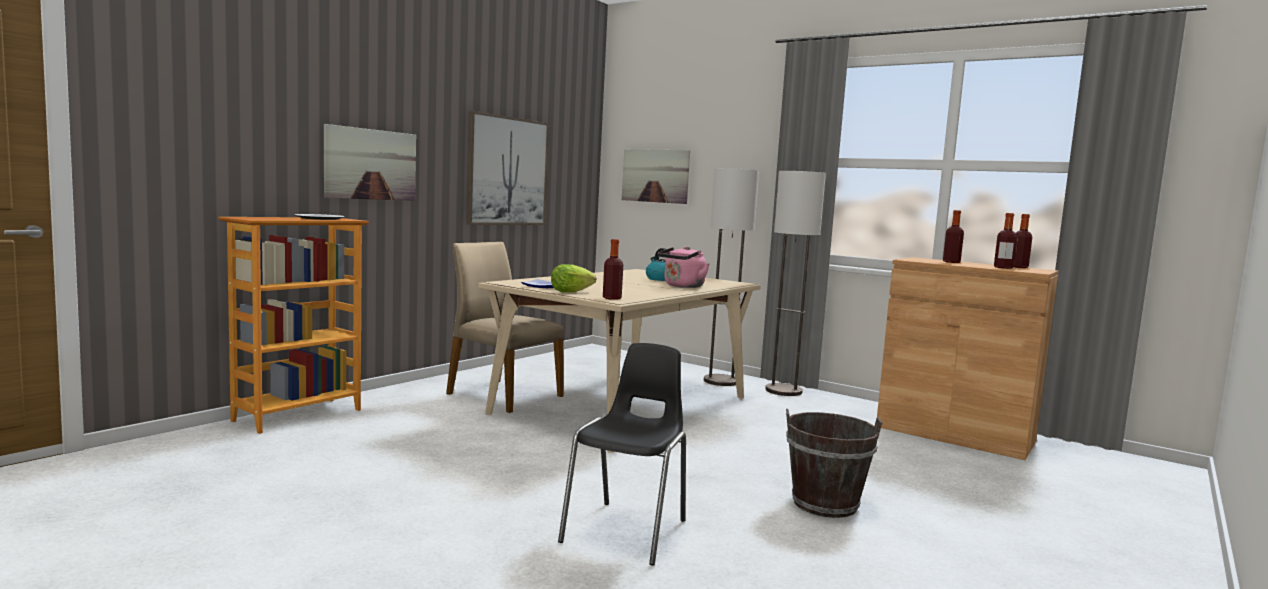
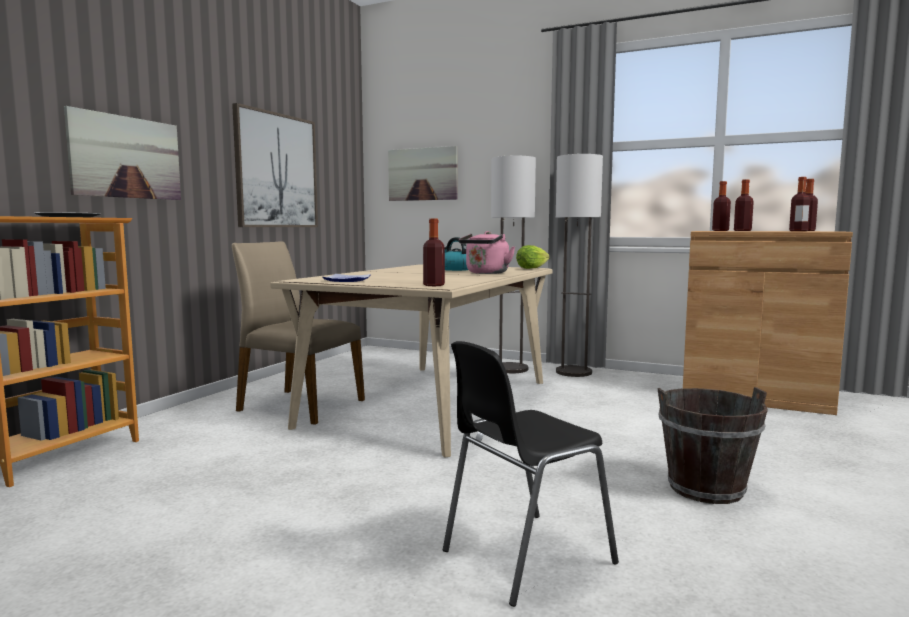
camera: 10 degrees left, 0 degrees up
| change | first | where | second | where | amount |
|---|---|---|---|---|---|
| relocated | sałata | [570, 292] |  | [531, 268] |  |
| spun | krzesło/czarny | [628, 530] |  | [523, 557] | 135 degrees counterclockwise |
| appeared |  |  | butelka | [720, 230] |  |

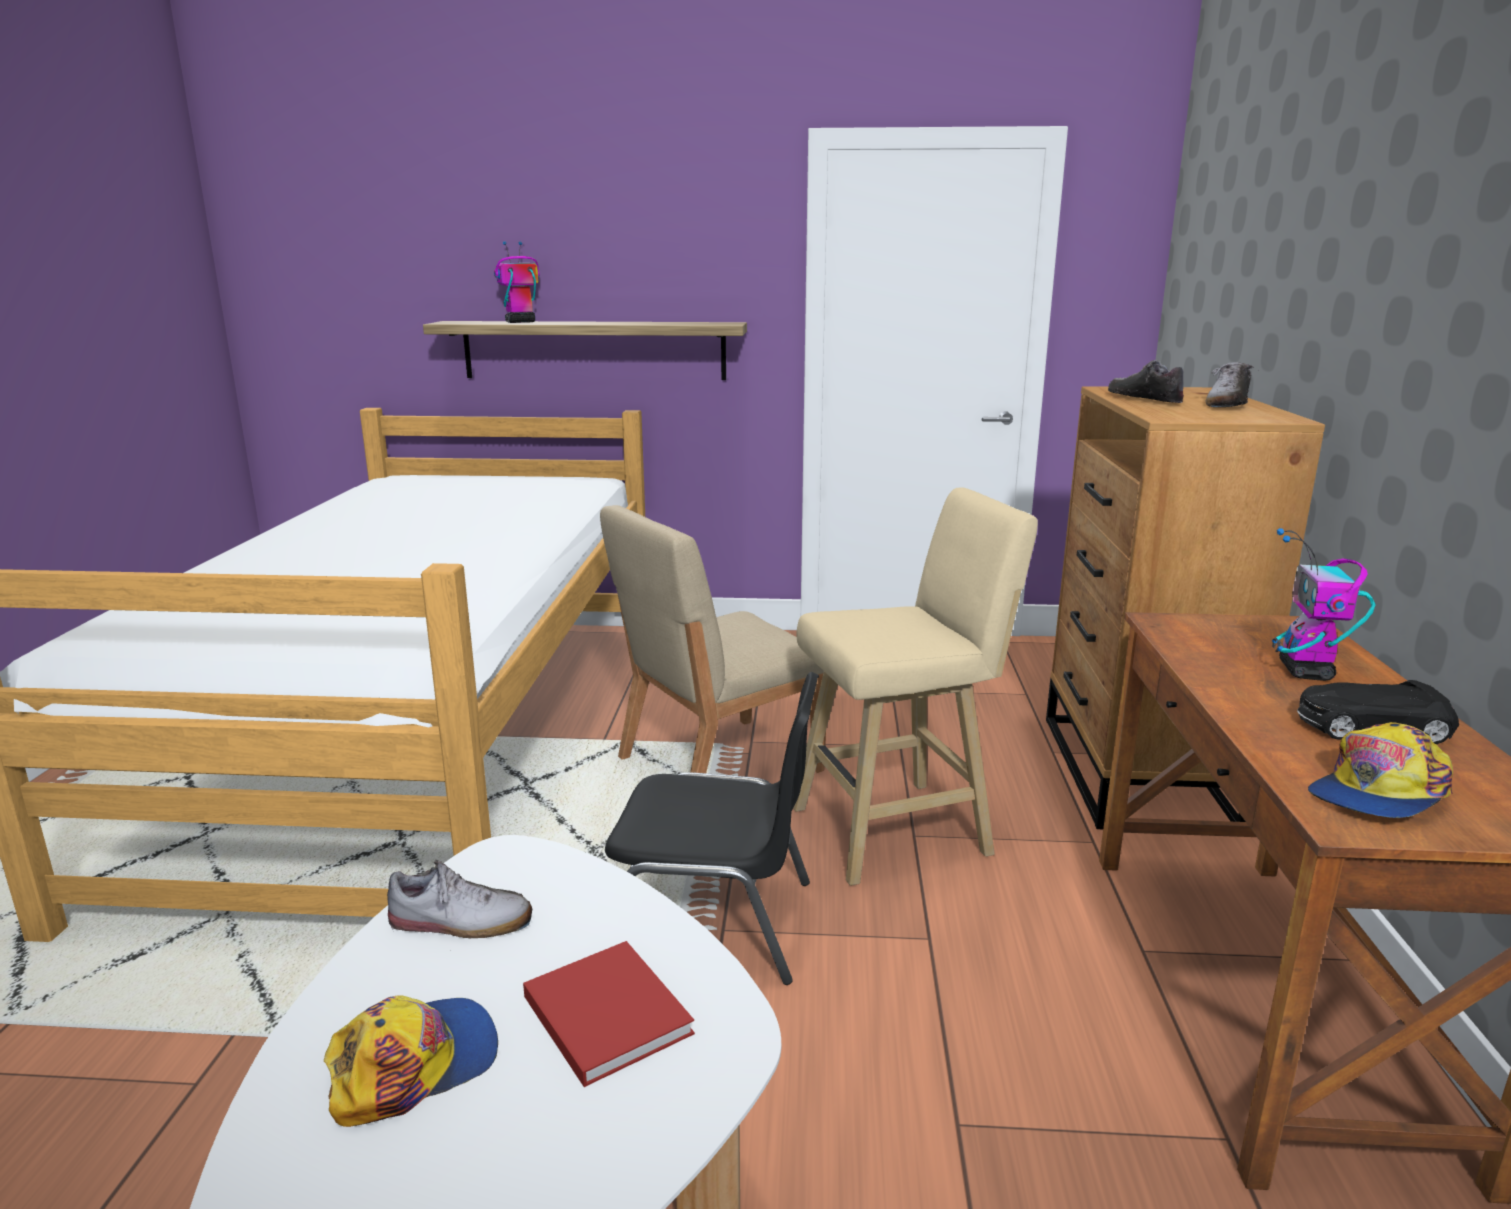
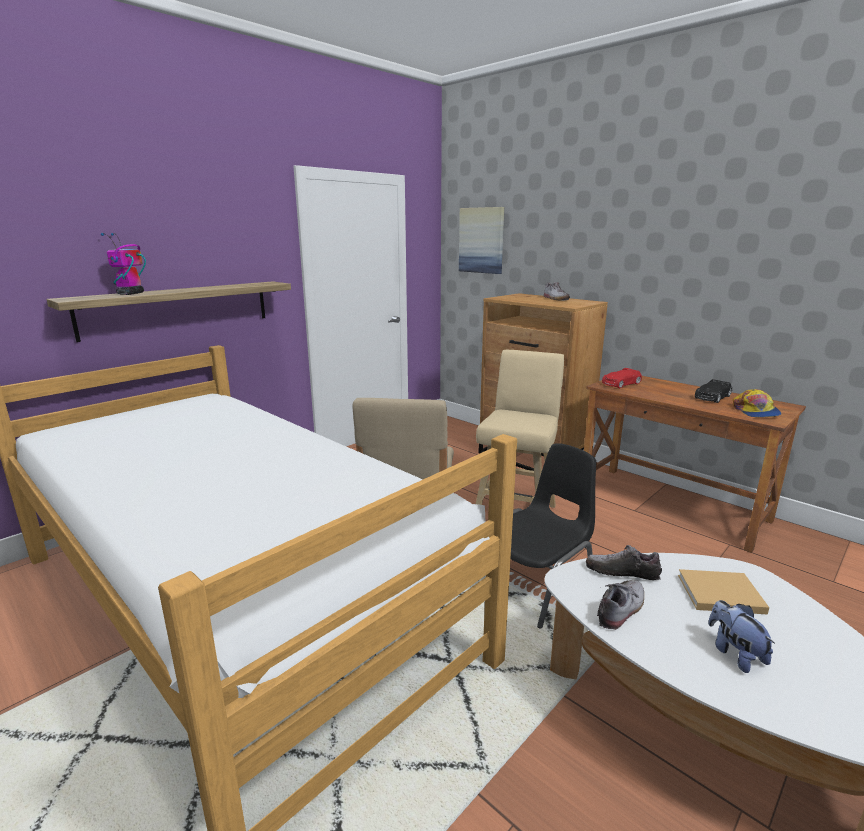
camera: 50 degrees left, 0 degrees up
| change | first | where | second | where | amount |
|---|---|---|---|---|---|
| exchanged | czapka z daszkiem | [414, 1064] | pluszak | [734, 653] |  |
| colour | książka/czerwony | [605, 1011] | książka/beżowy | [717, 593] |  |
| relocated | but | [1144, 399] |  | [621, 572] |  |
| missing | robot zabawkowy | [1306, 672] |  |  |  |
| appeared |  |  | obraz | [481, 240] |  |
| appeared |  |  | samochodzik/czerwony | [621, 384] |  |

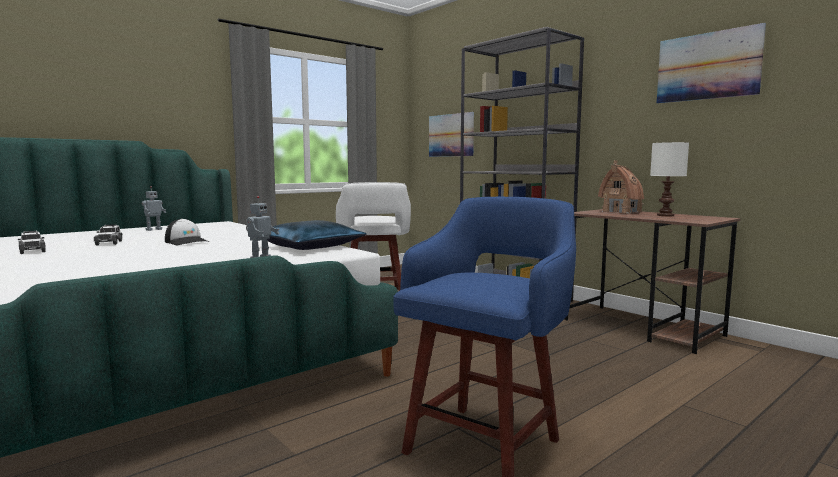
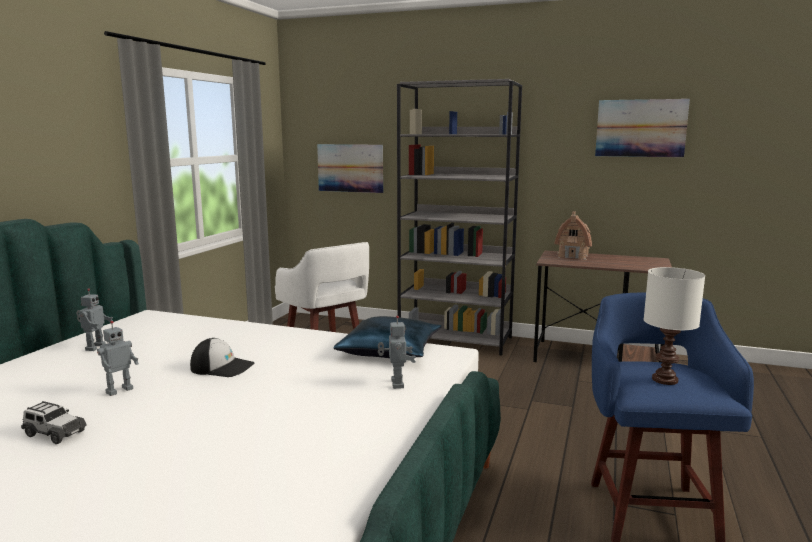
camera: 30 degrees left, 5 degrees up
| change | first | where | second | where | amount |
|---|---|---|---|---|---|
| exchanged | samochodzik | [109, 243] | robot zabawkowy | [119, 390] |  |
| relocated | lampa stołowa/biały | [664, 215] |  | [664, 380] |  |

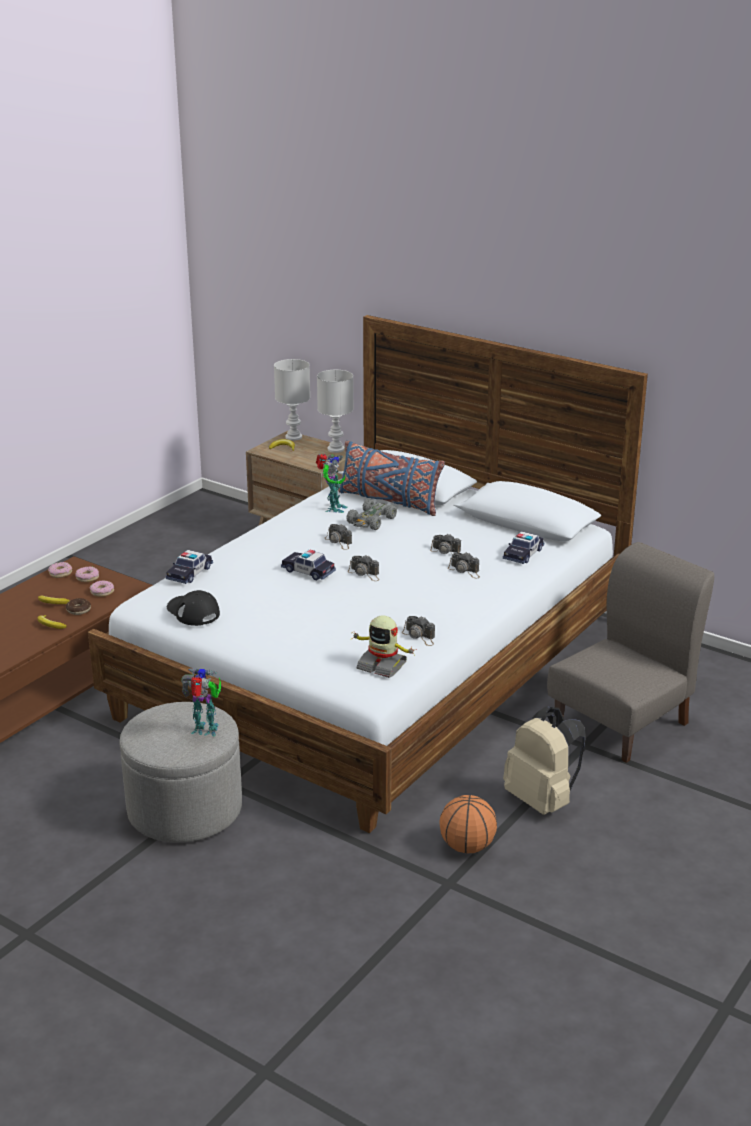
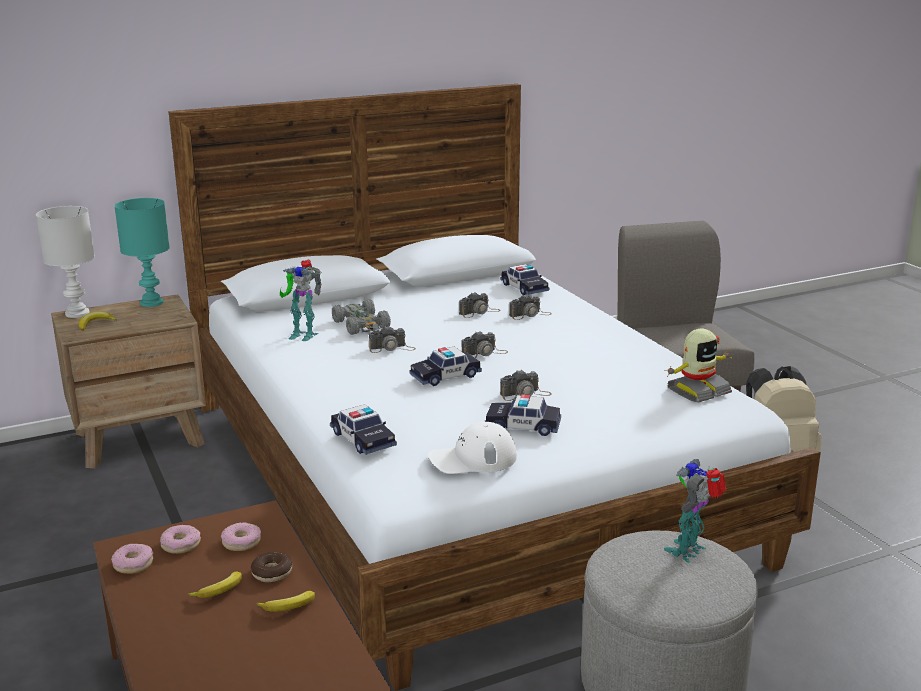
camera: 60 degrees left, 5 degrees down
| change | first | where | second | where | amount |
|---|---|---|---|---|---|
| colour | czapka z daszkiem/czarny | [193, 612] | czapka z daszkiem/biały | [472, 459] |  |
| spun | robot zabawkowy | [333, 508] |  | [303, 334] | 150 degrees clockwise |
| colour | lampa stołowa/biały | [336, 449] | lampa stołowa/turkusowy | [152, 303] |  |
| missing | poduszka/niebieski | [389, 501] |  |  |  |
| relocated | aparat fotograficzny | [419, 636] |  | [525, 394] |  |
| missing | piłka do koszykówki | [467, 847] |  |  |  |
| appeared |  |  | samochodzik | [523, 426] |  |

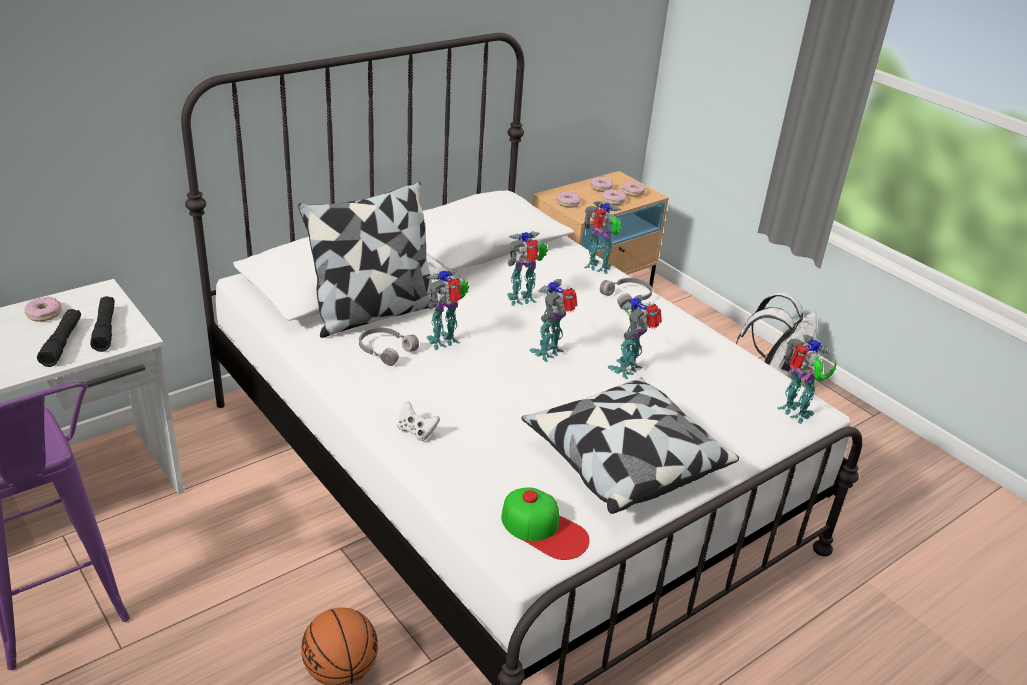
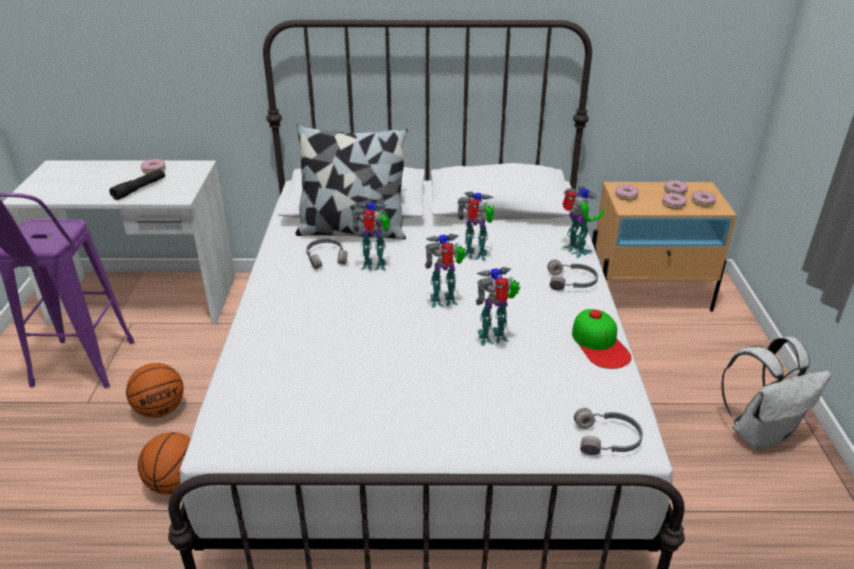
camera: 40 degrees right, 0 degrees up
| change | first | where | second | where | amount |
|---|---|---|---|---|---|
| missing | latarka/czarny | [105, 329] |  |  |  |
| missing | pad do gier/biały | [416, 432] |  |  |  |
| relocated | czapka z daszkiem | [544, 529] |  | [600, 344] |  |
| missing | poduszka | [623, 462] |  |  |  |
| exchanged | robot zabawkowy | [795, 414] | słuchawki/szary | [608, 439] |  |
| appeared |  |  | piłka do koszykówki | [160, 409] |  |

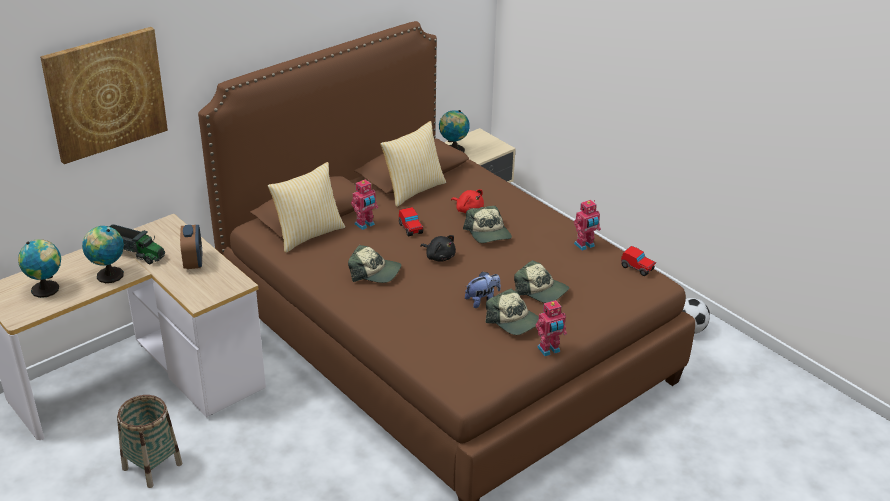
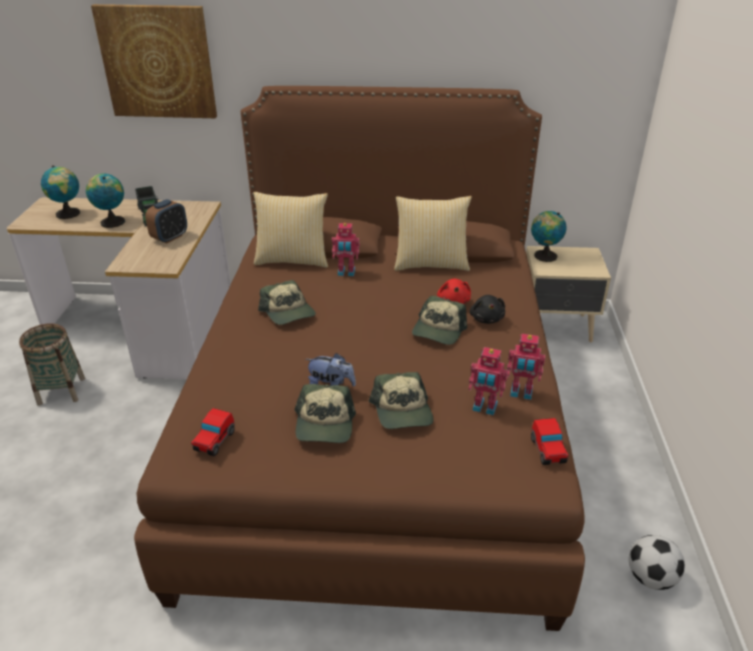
camera: 45 degrees right, 0 degrees up
| change | first | where | second | where | amount |
|---|---|---|---|---|---|
| relocated | samochodzik | [410, 229] |  | [214, 441] |  |
| relocated | pluszak/czarny | [439, 257] |  | [486, 318] |  |
| relocated | robot zabawkowy | [549, 350] |  | [484, 408] |  |

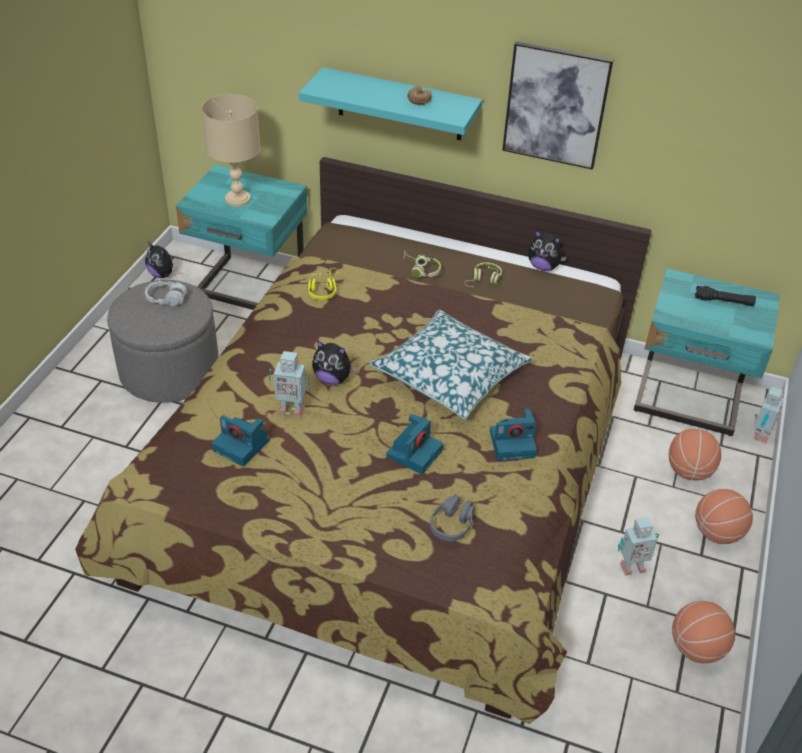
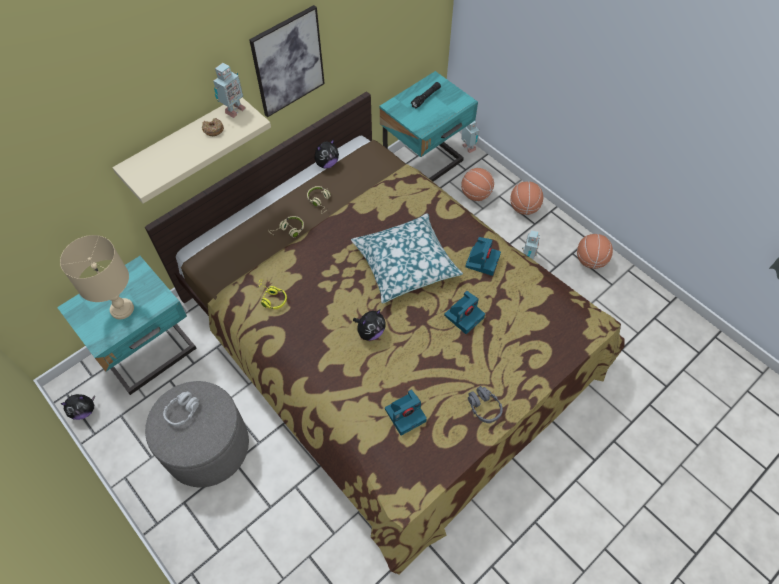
camera: 60 degrees left, 15 degrees up
| change | first | where | second | where | amount |
|---|---|---|---|---|---|
| relocated | robot zabawkowy | [291, 408] |  | [233, 110] |  |
| colour | półka/turkusowy | [400, 104] | półka/beżowy | [184, 145] |  |
| spun | aparat fotograficzny | [414, 452] |  | [464, 316] | 75 degrees clockwise |
| relocated | słuchawki/szary | [452, 525] |  | [484, 407] |  |

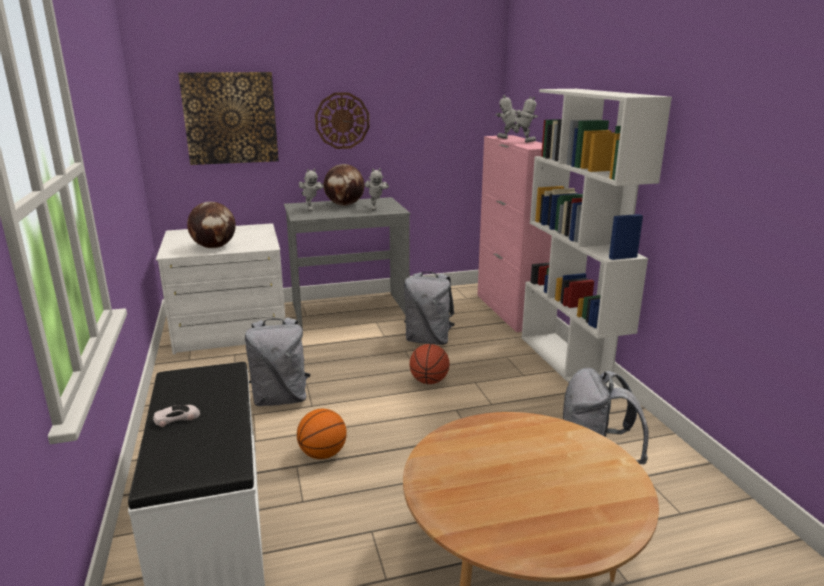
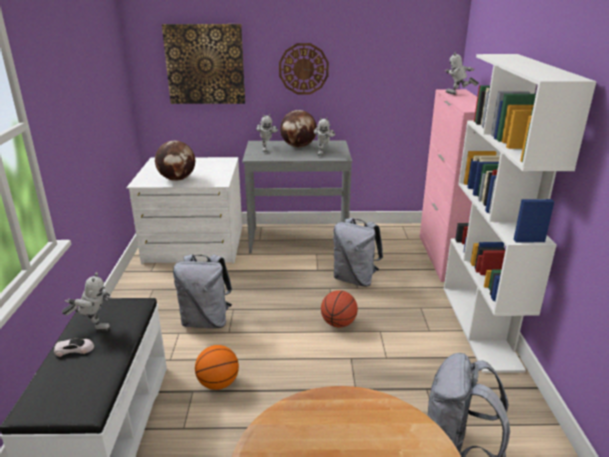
camera: 15 degrees right, 5 degrees up
| change | first | where | second | where | amount |
|---|---|---|---|---|---|
| relocated | robot zabawkowy | [521, 142] |  | [93, 327] |  |

